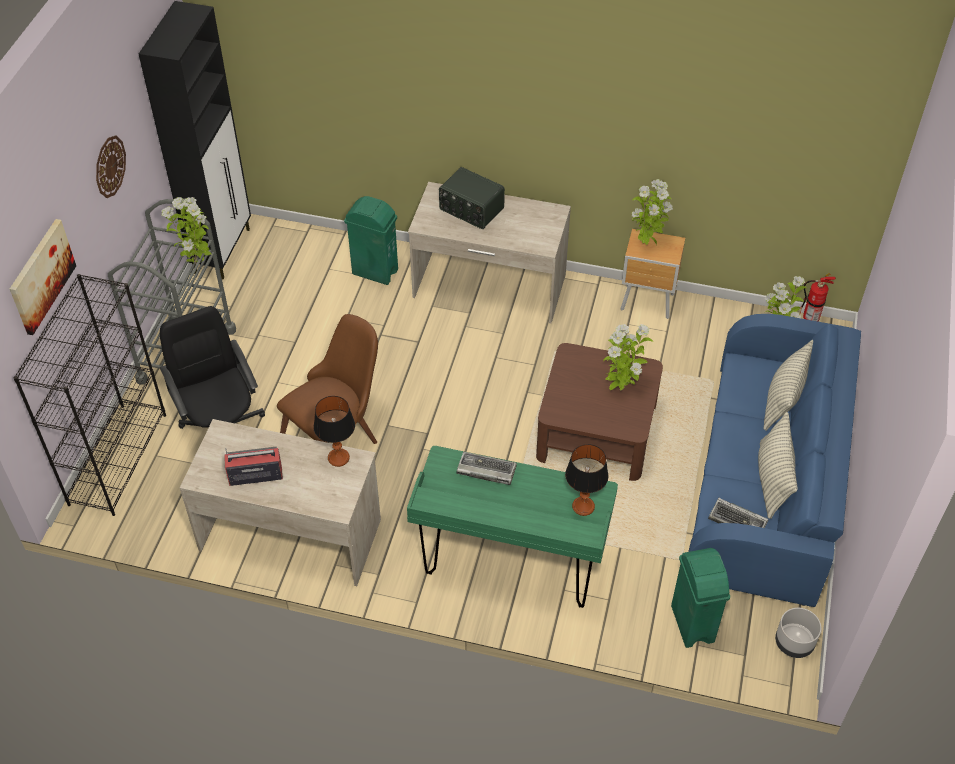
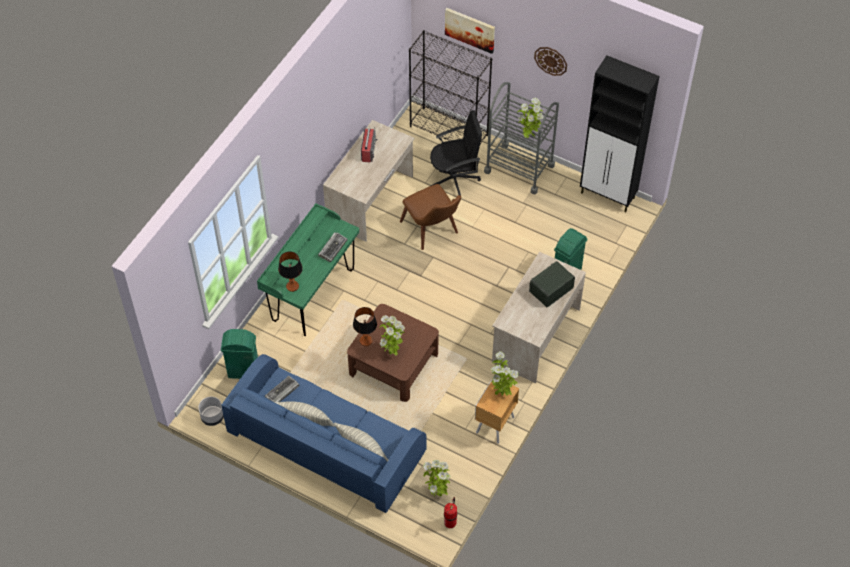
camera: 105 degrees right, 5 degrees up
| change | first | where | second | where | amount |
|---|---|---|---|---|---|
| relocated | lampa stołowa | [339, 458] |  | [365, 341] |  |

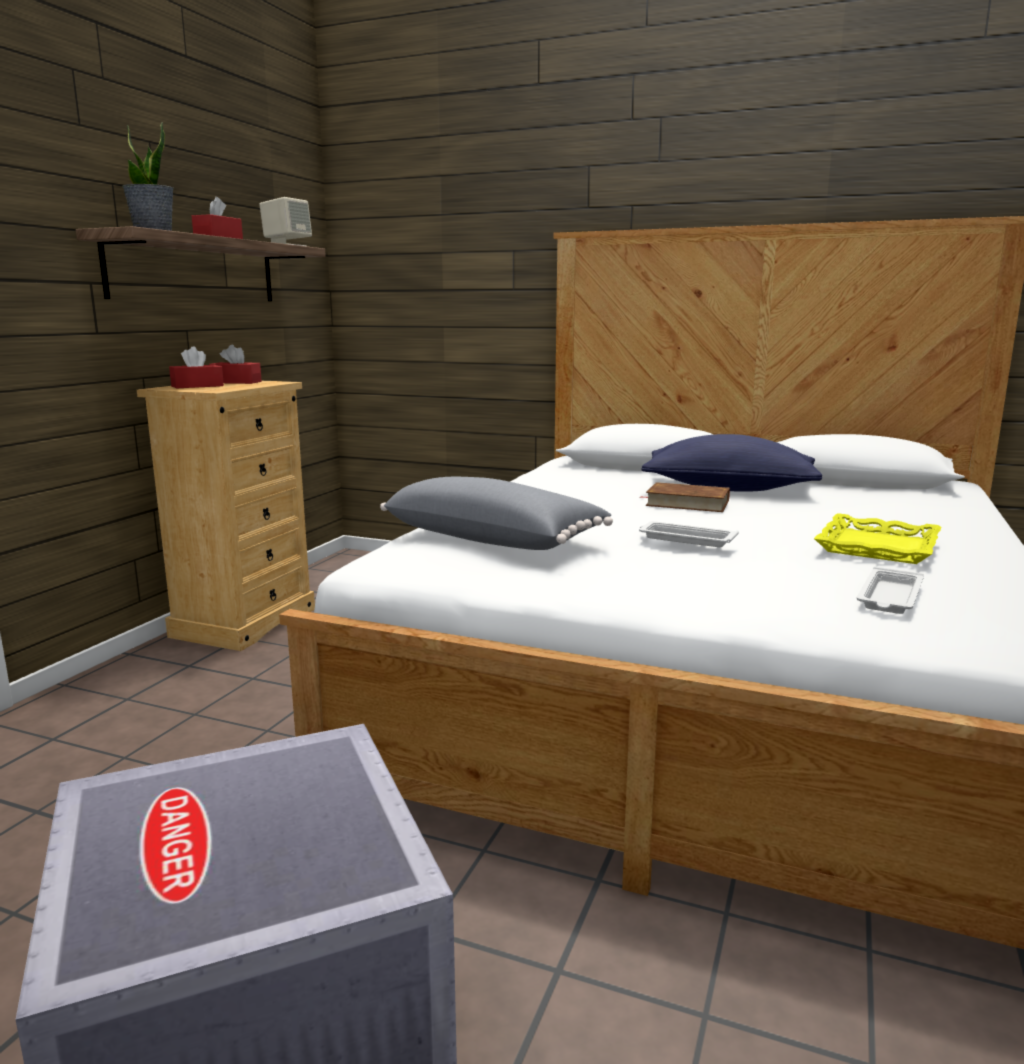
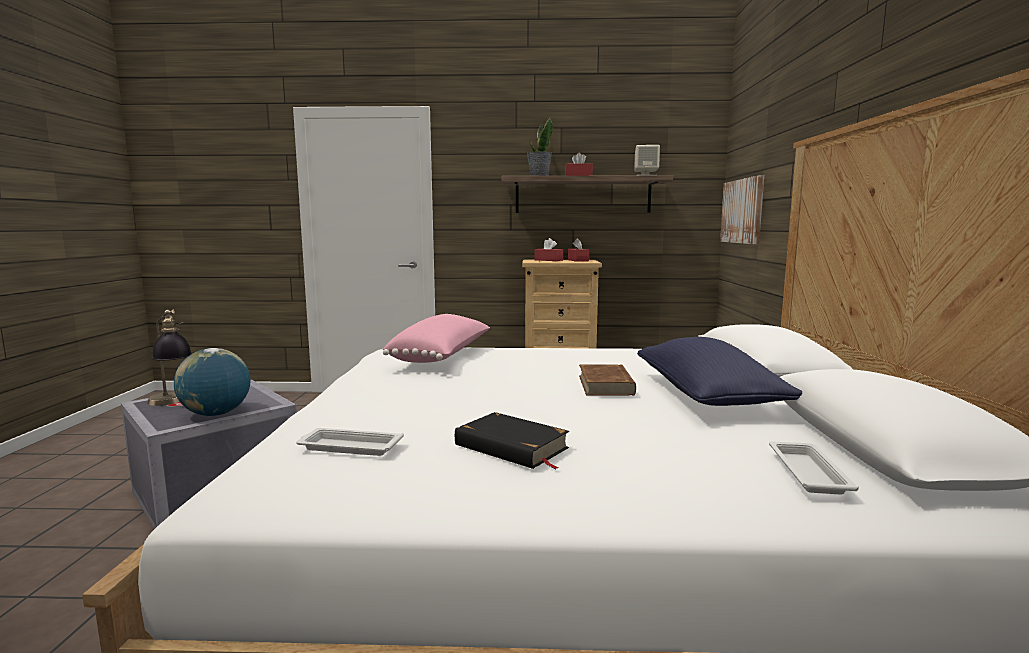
camera: 70 degrees right, 5 degrees down
| change | first | where | second | where | amount |
|---|---|---|---|---|---|
| colour | poduszka/szary | [494, 539] | poduszka/różowy | [443, 356] |  |
| relocated | taca/biały | [685, 539] |  | [807, 472] |  |
| exchanged | taca/żółty | [878, 547] | książka/czarny | [511, 447] |  |
| appeared |  |  | lampa stołowa | [172, 403] |  |
| appeared |  |  | globus | [216, 414] |  |
| appeared |  |  | obraz | [742, 211] |  |

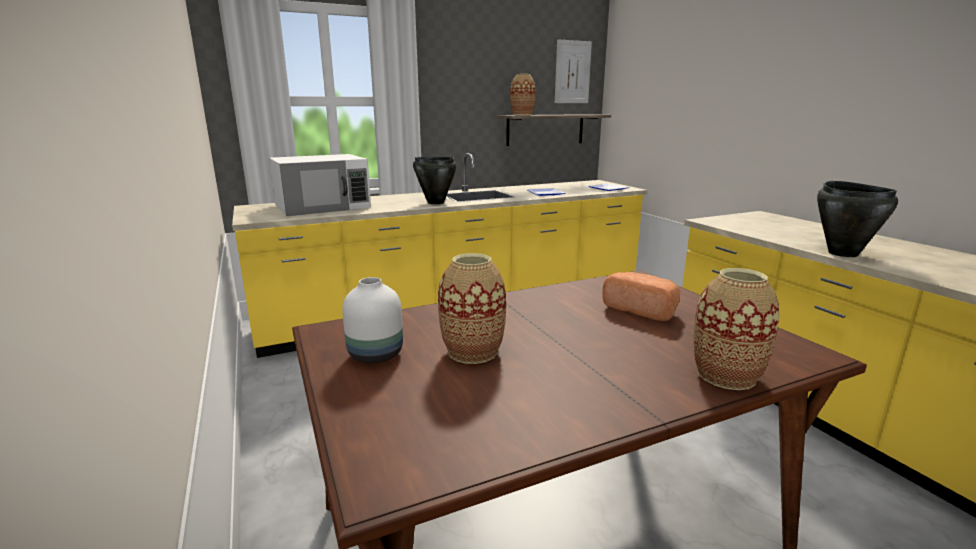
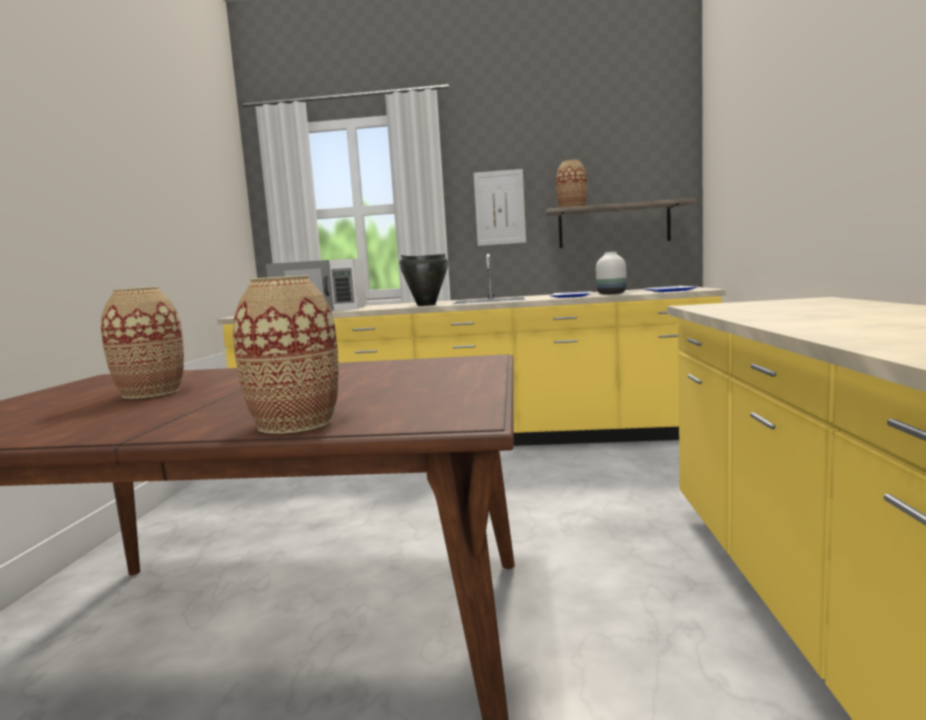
camera: 30 degrees right, 10 degrees down
| change | first | where | second | where | amount |
|---|---|---|---|---|---|
| relocated | wazon/biały | [376, 354] |  | [611, 294] |  |
| relocated | obraz | [572, 72] |  | [500, 207] |  |
| missing | chleb | [641, 310] |  |  |  |
| missing | garnek/czarny | [843, 253] |  |  |  |

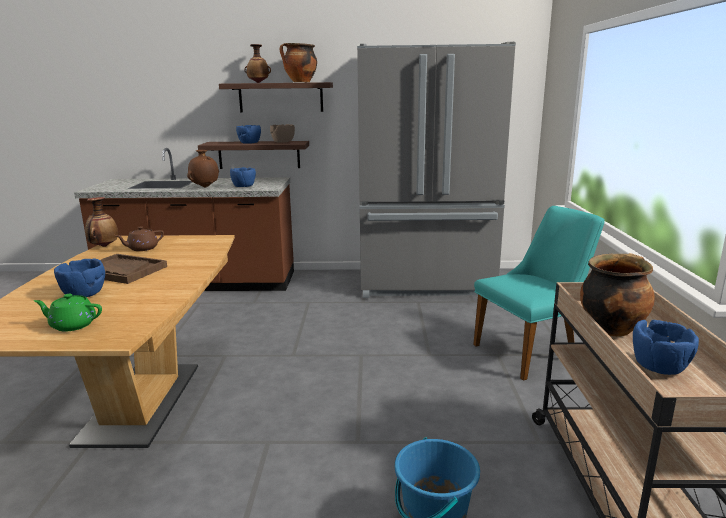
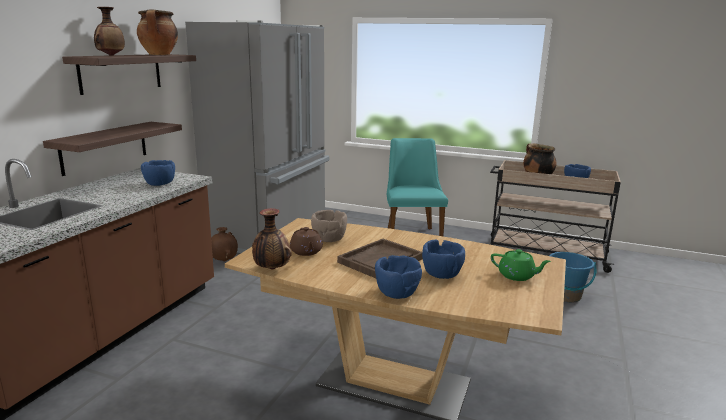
camera: 70 degrees left, 0 degrees up
| change | first | where | second | where | amount |
|---|---|---|---|---|---|
| spun | imbryk/zielony | [72, 325] |  | [517, 276] | 90 degrees counterclockwise |
| relocated | wazon/brązowy | [205, 187] |  | [224, 261] |  |
| relocated | miska/niebieski | [249, 143] |  | [396, 292] |  |
| relocated | miska/brązowy | [283, 142] |  | [329, 238] |  |

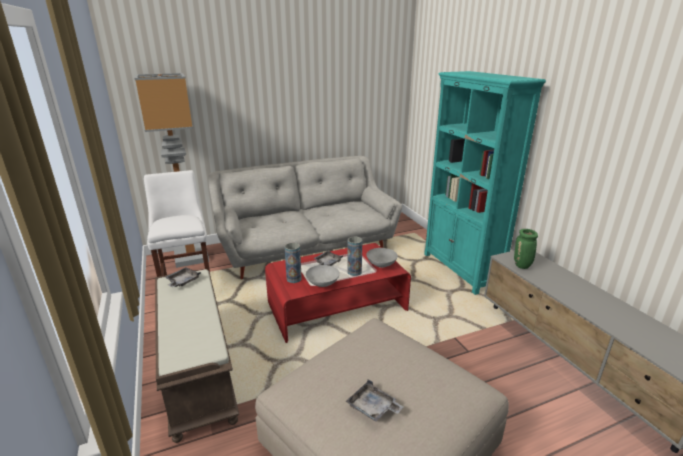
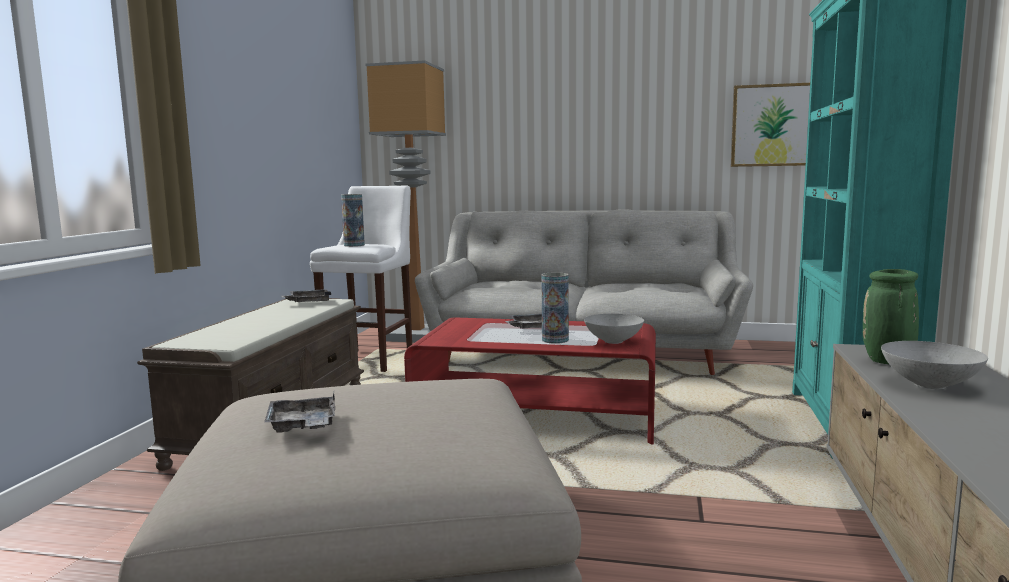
camera: 35 degrees right, 15 degrees down
| change | first | where | second | where | amount |
|---|---|---|---|---|---|
| relocated | wazon | [294, 279] |  | [354, 245] |  |
| relocated | miska/szary | [322, 284] |  | [927, 384] |  |
| appeared |  |  | obraz | [773, 125] |  |

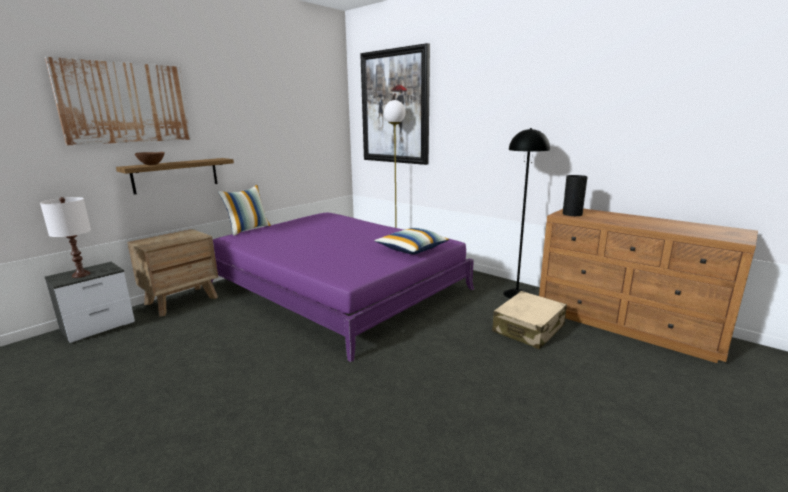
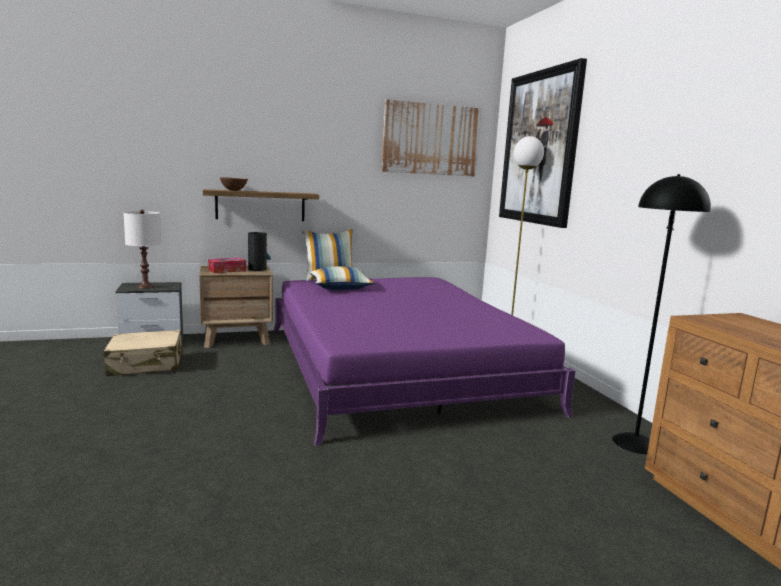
camera: 30 degrees right, 5 degrees down
| change | first | where | second | where | amount |
|---|---|---|---|---|---|
| relocated | obraz | [126, 103] |  | [431, 139] |  |
| relocated | poduszka | [412, 249] |  | [340, 288] |  |
| relocated | walizka/beżowy | [528, 329] |  | [146, 365] |  |
| relocated | wazon | [572, 214] |  | [257, 269] |  |
| appeared |  |  | pudełko chusteczek | [227, 270] |  |

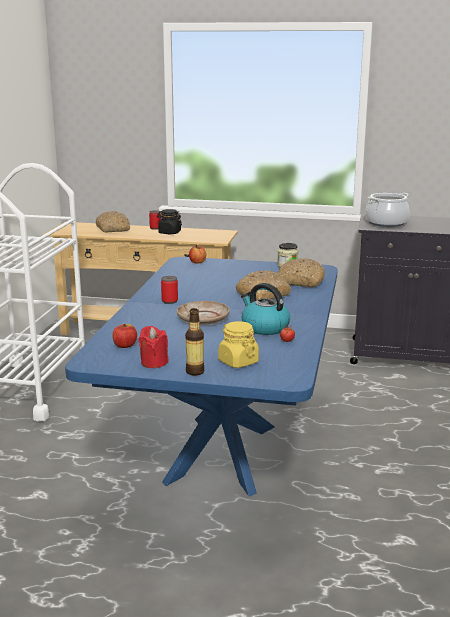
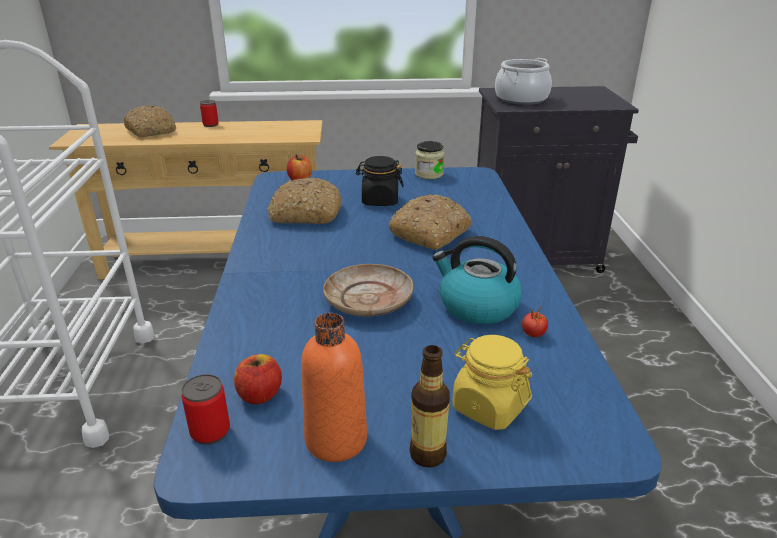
camera: 15 degrees left, 10 degrees up
| change | first | where | second | where | amount |
|---|---|---|---|---|---|
| exchanged | świeca/czerwony | [154, 363] | butelka/pomarańczowy | [336, 439] |  |
| relocated | słoik/czarny | [169, 232] |  | [380, 200] |  |
| relocated | puszka | [169, 301] |  | [210, 431] |  |
| relocated | chleb | [300, 281] |  | [305, 214] |  |

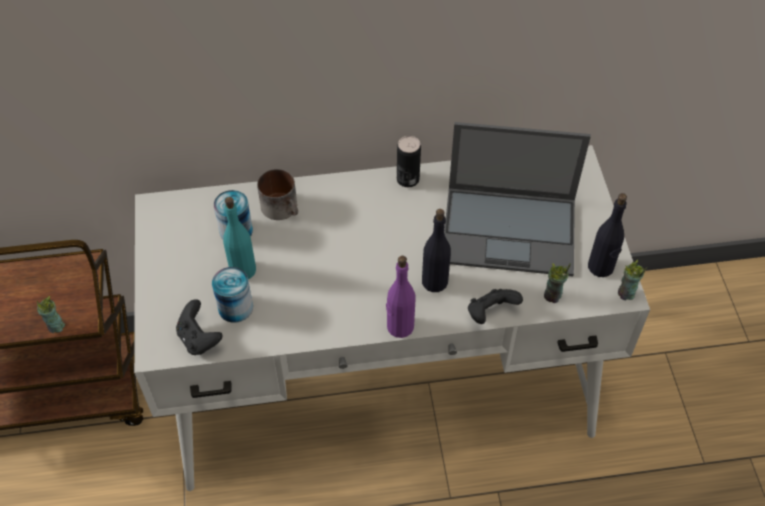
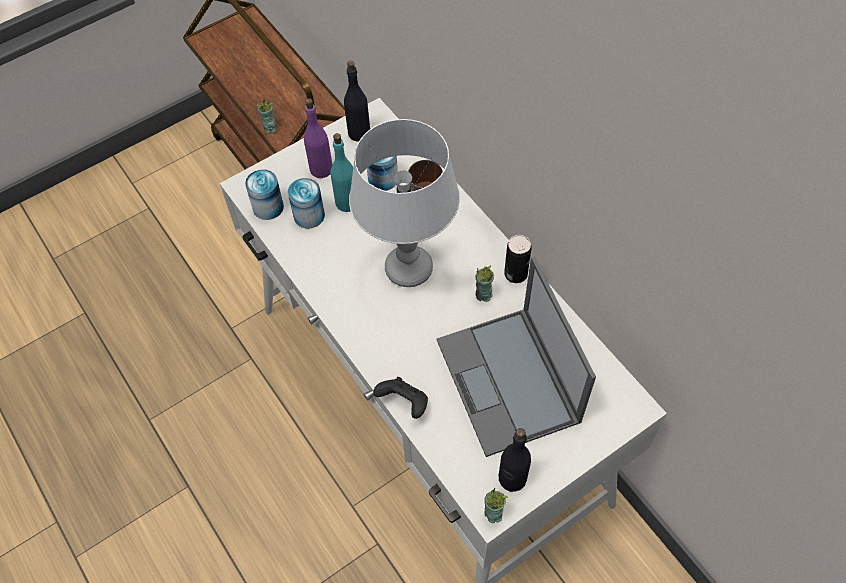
camera: 65 degrees right, 5 degrees up
| change | first | where | second | where | amount |
|---|---|---|---|---|---|
| exchanged | pad do gier/czarny | [199, 339] | puszka | [268, 207] |  |
| relocated | butelka/fioletowy | [399, 326] |  | [321, 169] |  |
| relocated | butelka/czarny | [434, 281] |  | [359, 132] |  |
| relocated | filiżanka | [552, 296] |  | [483, 295] |  |
| appeared |  |  | lampa stołowa/szary | [408, 269] |  |

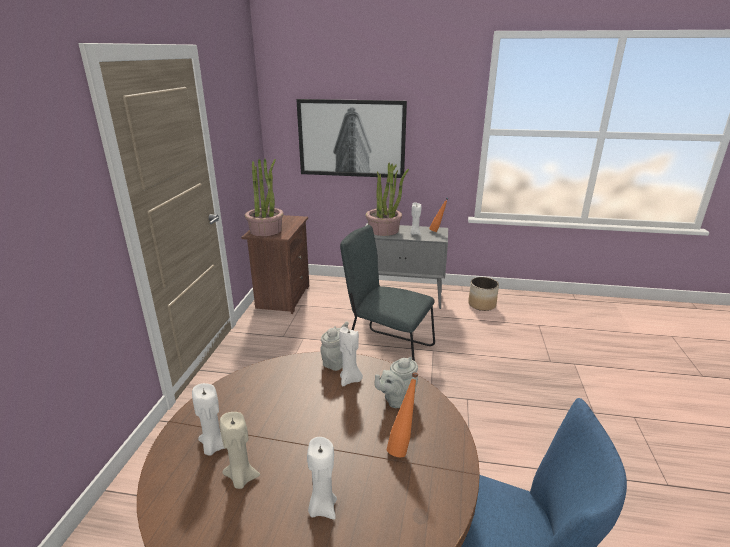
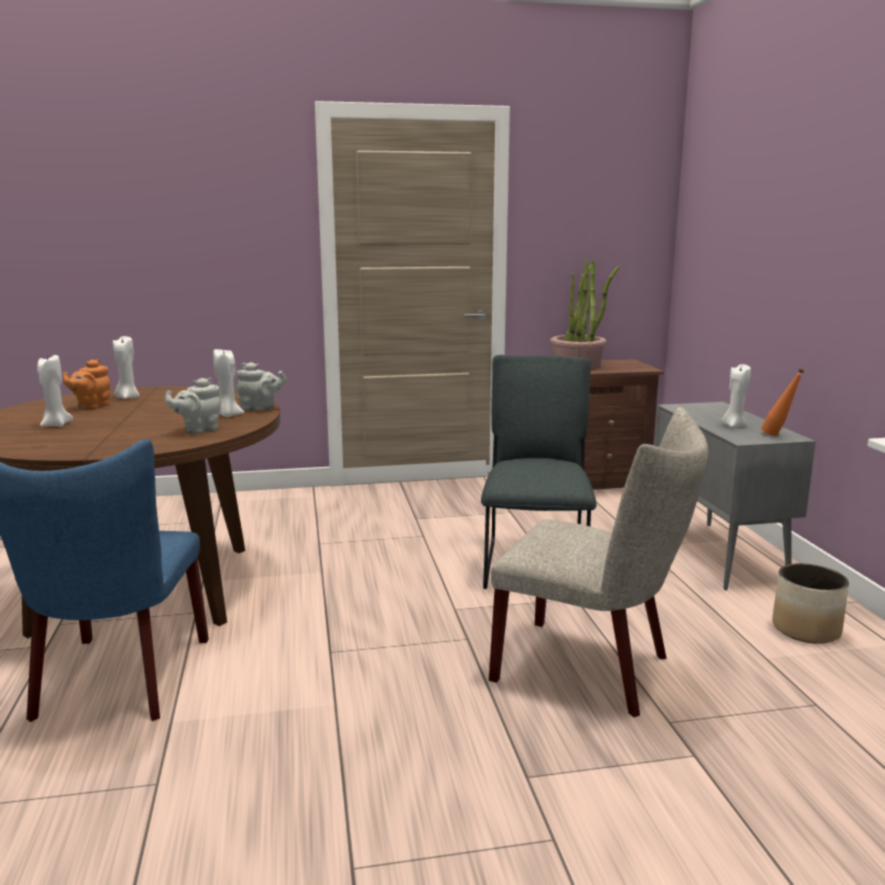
camera: 70 degrees right, 10 degrees down
| change | first | where | second | where | amount |
|---|---|---|---|---|---|
| exchanged | świeca/beżowy | [241, 478] | imbryk/pomarańczowy | [91, 406] |  |
| missing | obraz | [351, 138] |  |  |  |
| missing | roślina doniczkowa | [384, 230] |  |  |  |
| spun | imbryk/szary | [396, 399] |  | [198, 430] | 75 degrees counterclockwise |
| missing | butelka/pomarańczowy | [402, 446] |  |  |  |
| appeared |  |  | krzesło/beżowy | [593, 669] |  |

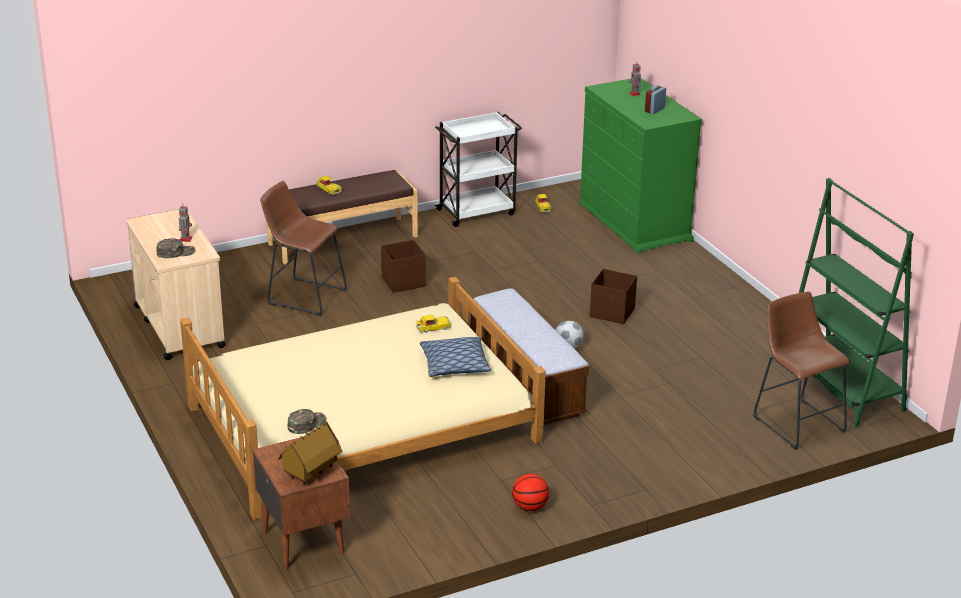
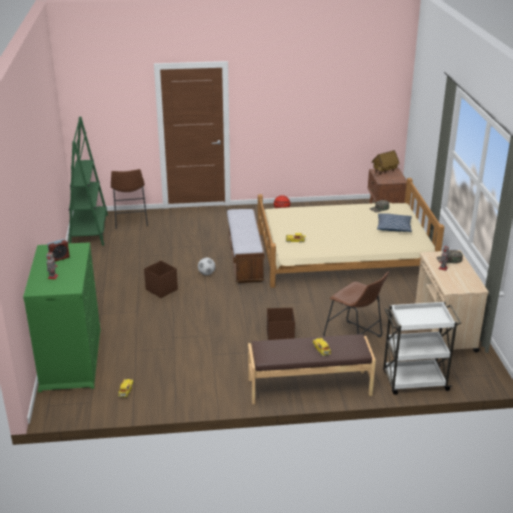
camera: 160 degrees left, 0 degrees up
| change | first | where | second | where | amount |
|---|---|---|---|---|---|
| relocated | poduszka | [455, 365] |  | [394, 227] |  |
| relocated | wózek/biały | [477, 212] |  | [414, 381] |  |

